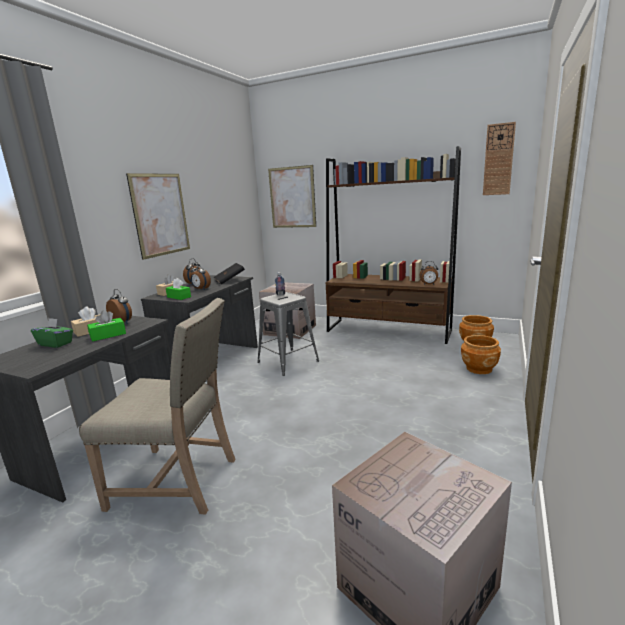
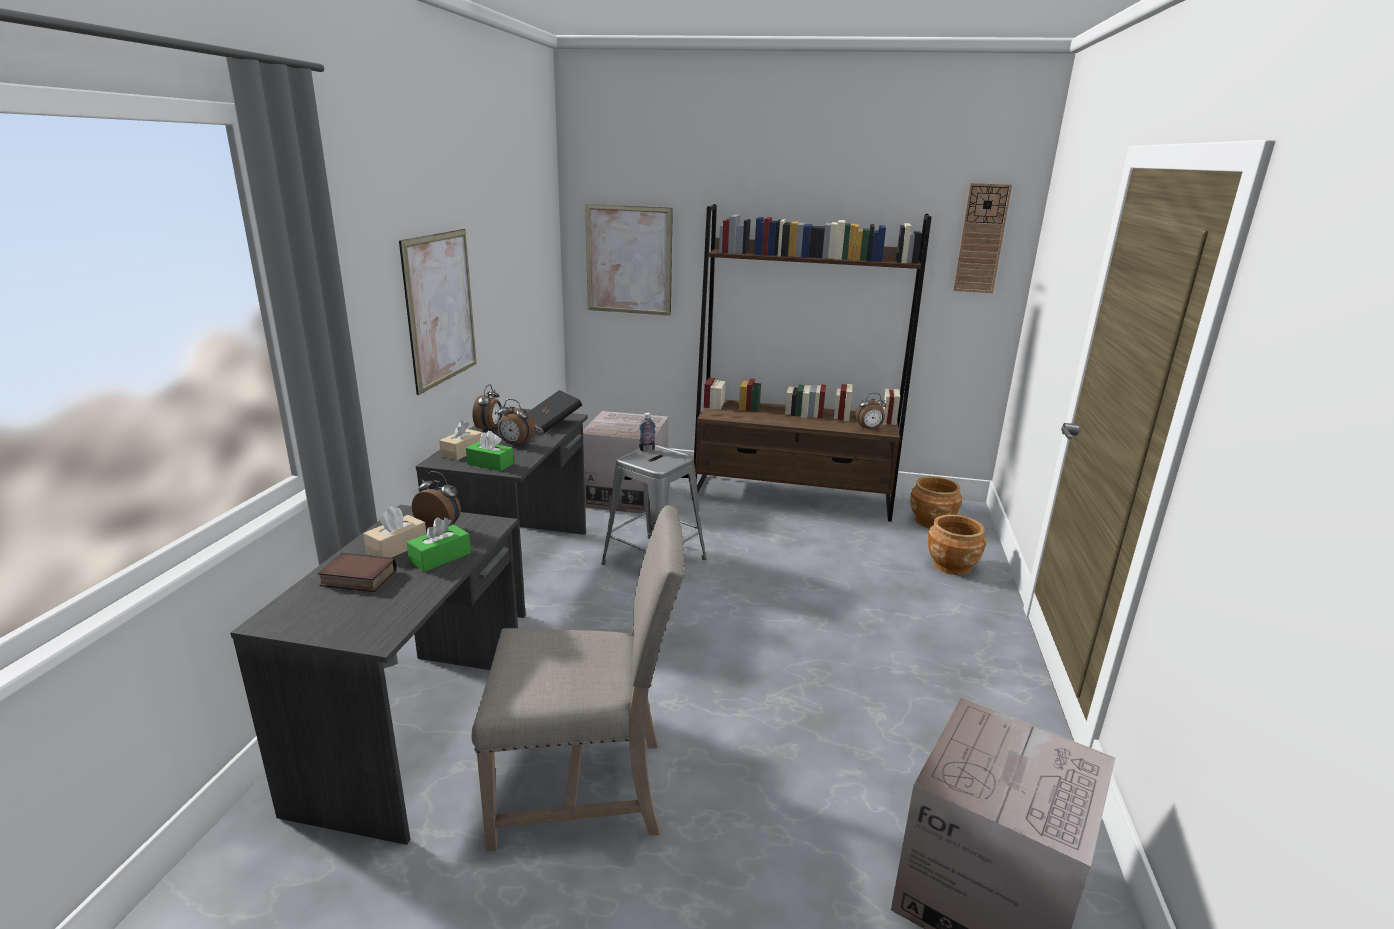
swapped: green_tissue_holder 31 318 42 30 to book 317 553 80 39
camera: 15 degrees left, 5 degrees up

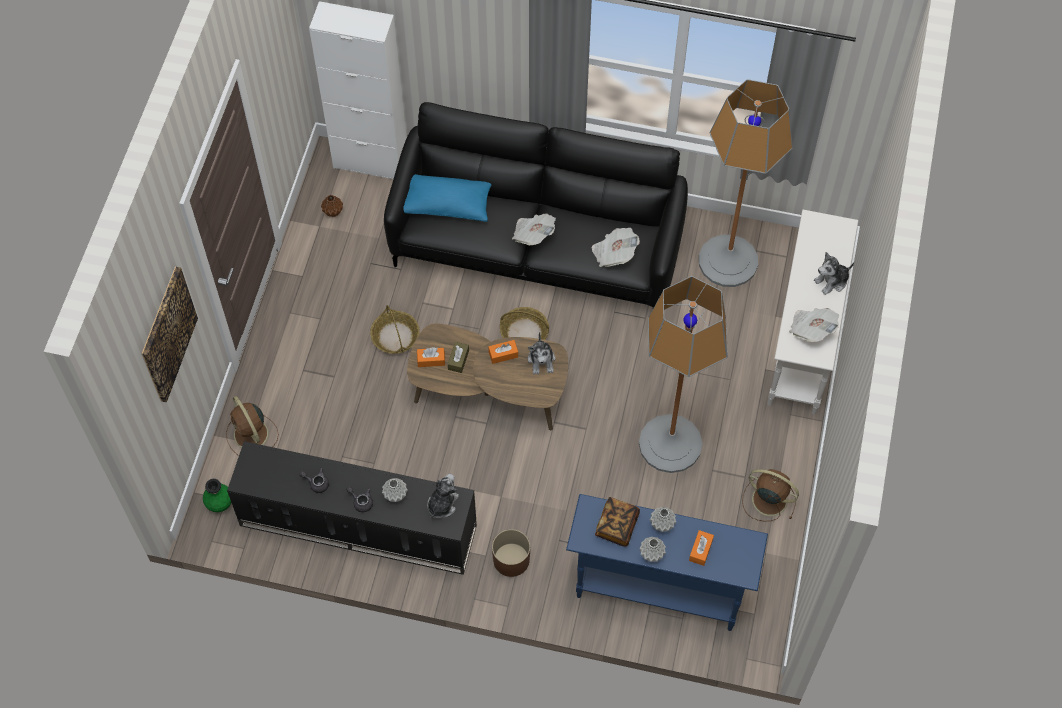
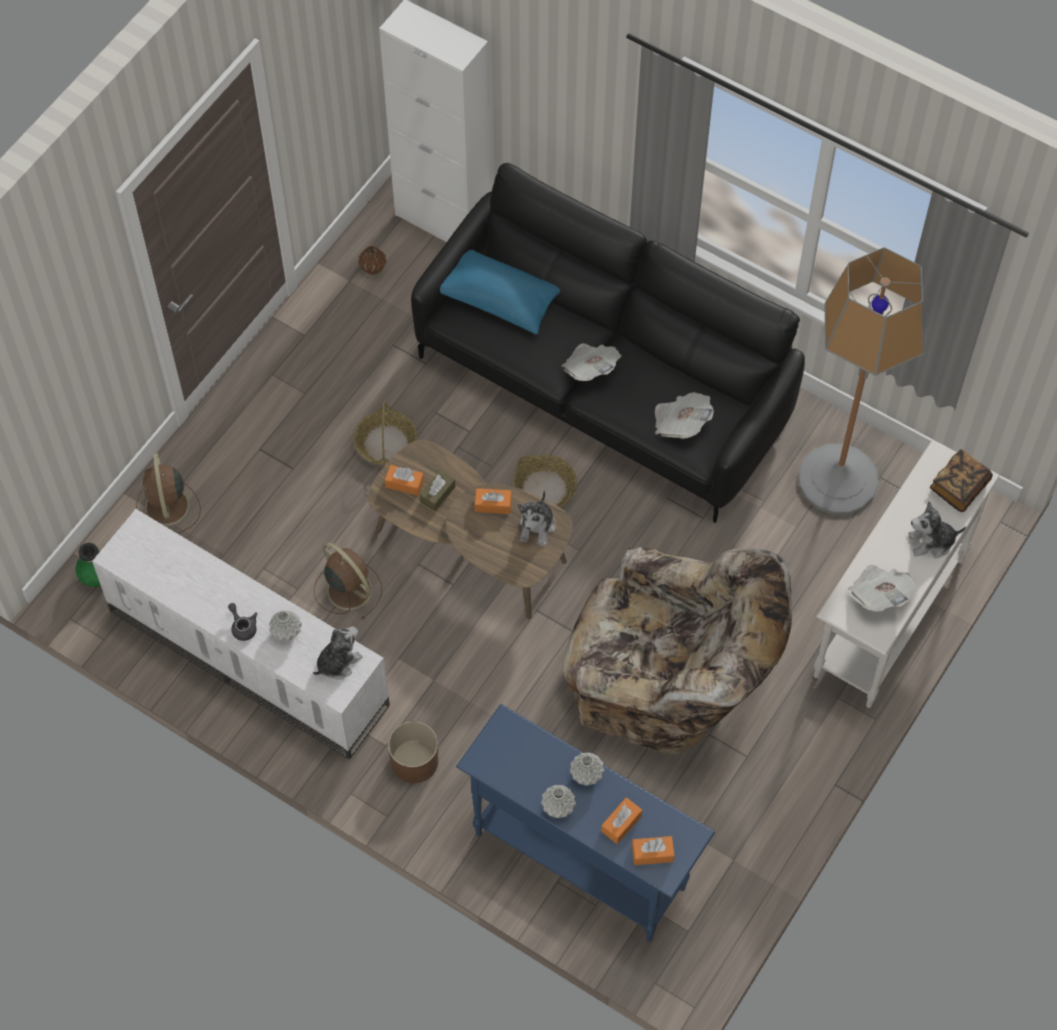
gone: picture 142 267 56 135; gray_pot_for_tea 300 468 29 25
new: orange_tissue_holder 632 836 43 29
shifted: brownish_fan 742 469 57 52 to 314 542 68 78; book 595 497 45 50 to 930 449 63 63
swapped: standard_lamp 639 276 89 197 to beige-coloured_lounge_chair 562 547 230 207
repainted: blackish_tv_unit 227 441 250 134 to white-coloured_tv_unit 92 509 298 251
camera: 20 degrees right, 0 degrees up

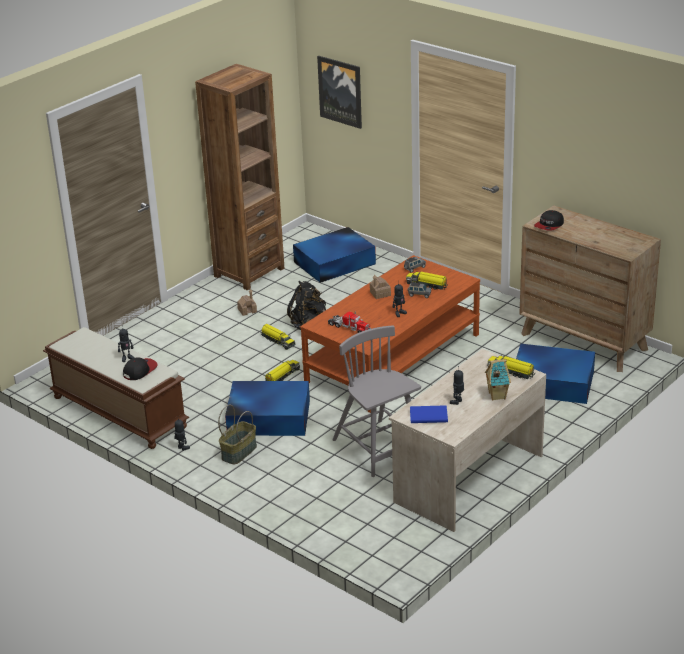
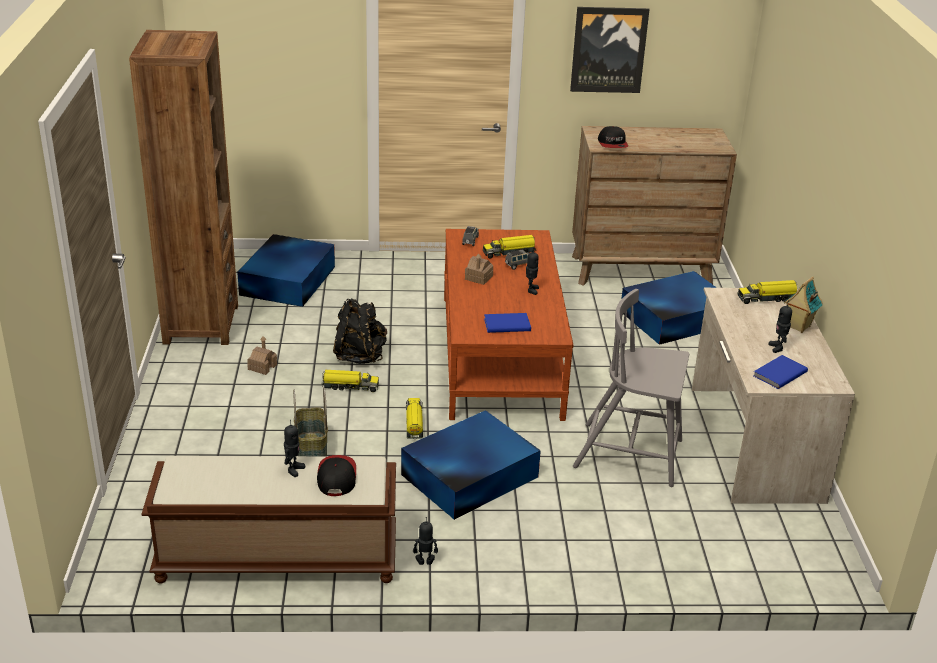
shifted: household_basket 218 404 39 60 to 293 388 35 68; picture 317 56 45 73 to 570 7 79 86
swapped: toy_lorry 328 311 43 22 to blue_book 484 313 47 20
camera: 45 degrees left, 0 degrees up

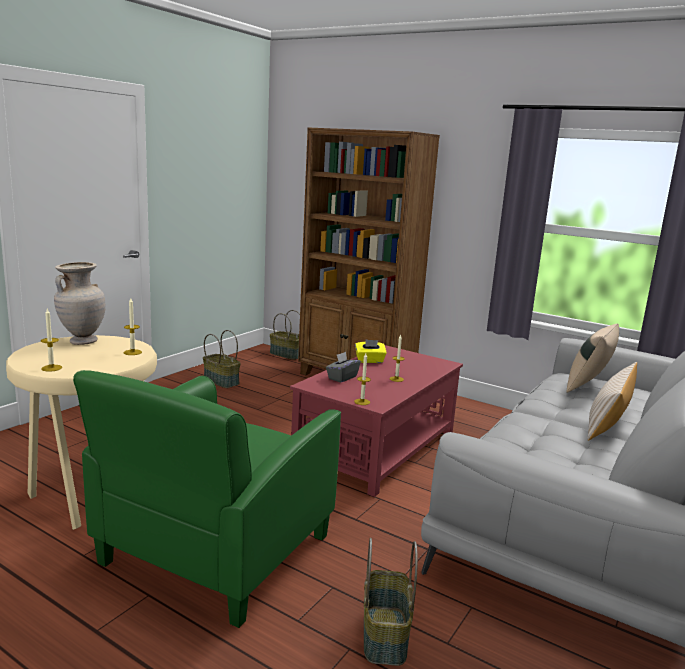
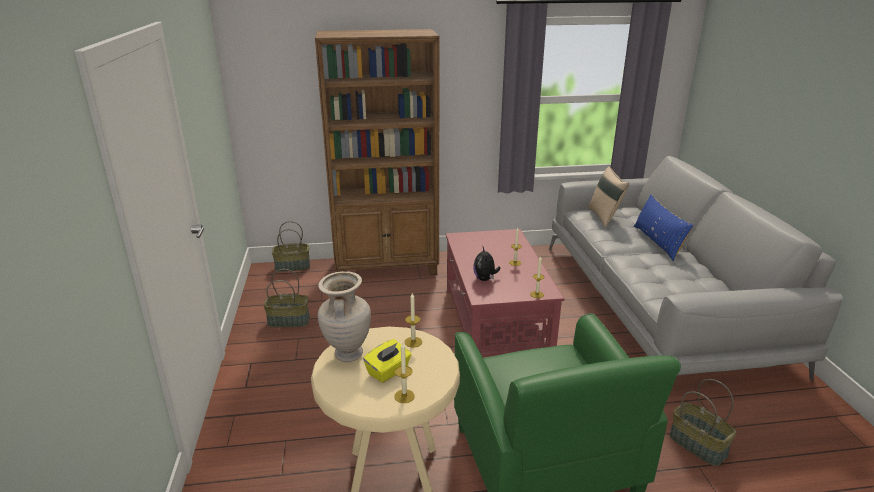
shifted: yellowish_tissue_holder 355 340 32 23 to 363 339 48 44
swapped: gray_tissue_holder 326 352 34 31 to plush_toy 473 247 27 34
repainted: beige-coloured_pillow 587 362 50 79 to blue_pillow 634 194 60 67
camera: 40 degrees left, 10 degrees up

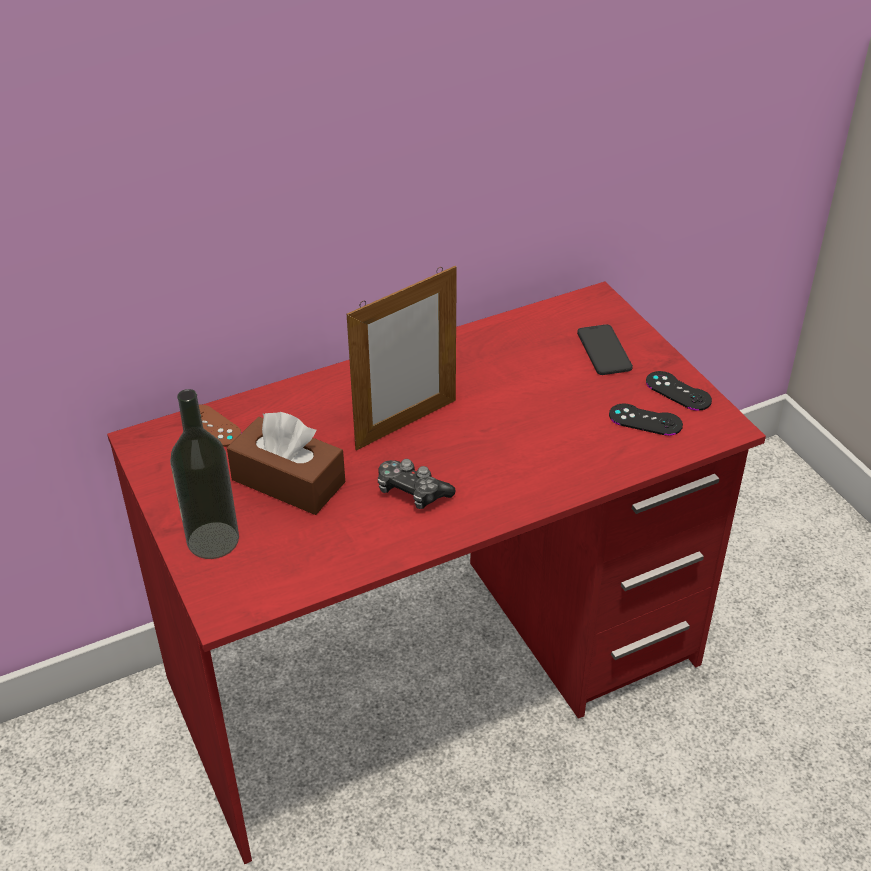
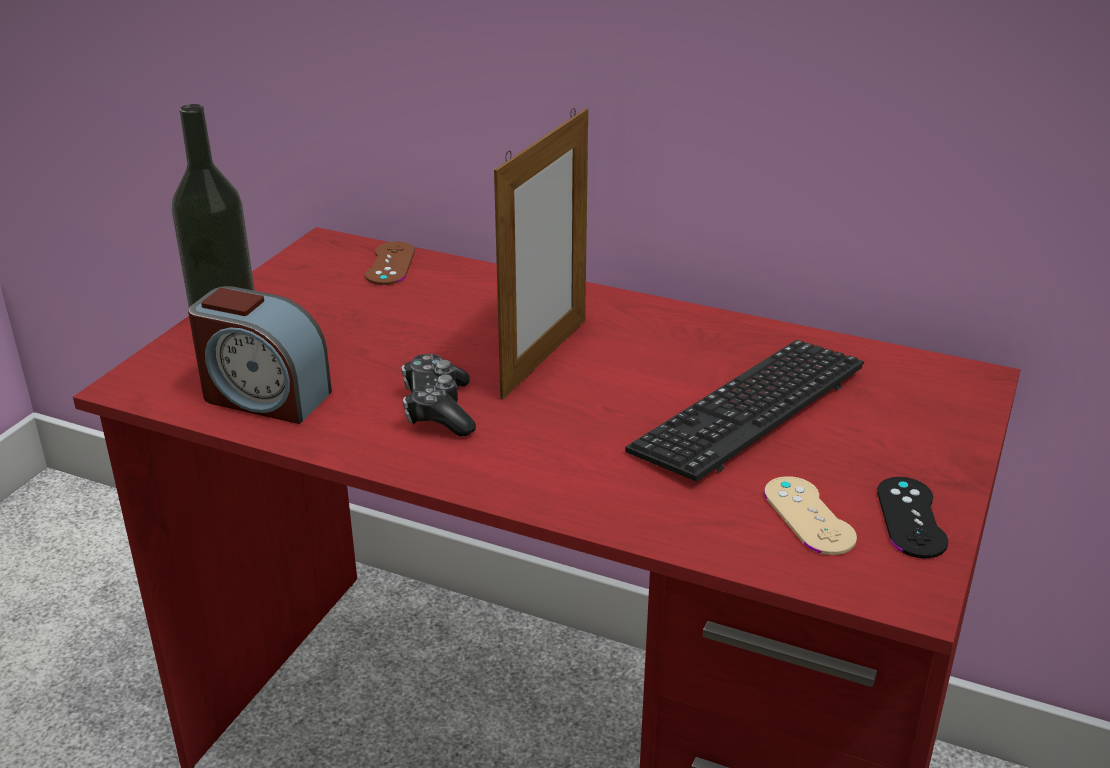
gone: brownish_tissue_holder 227 412 118 103; telephone 577 324 56 51
new: table_clock 188 286 144 138; PC_keyboard 625 340 239 142
repainted: blackish_gamepad 609 403 74 33 to beige-coloured_gamepad 764 476 93 79
rotated: standing_frame 347 266 110 184 = 494 108 94 292 75 degrees counterclockwise
camera: 50 degrees right, 10 degrees down

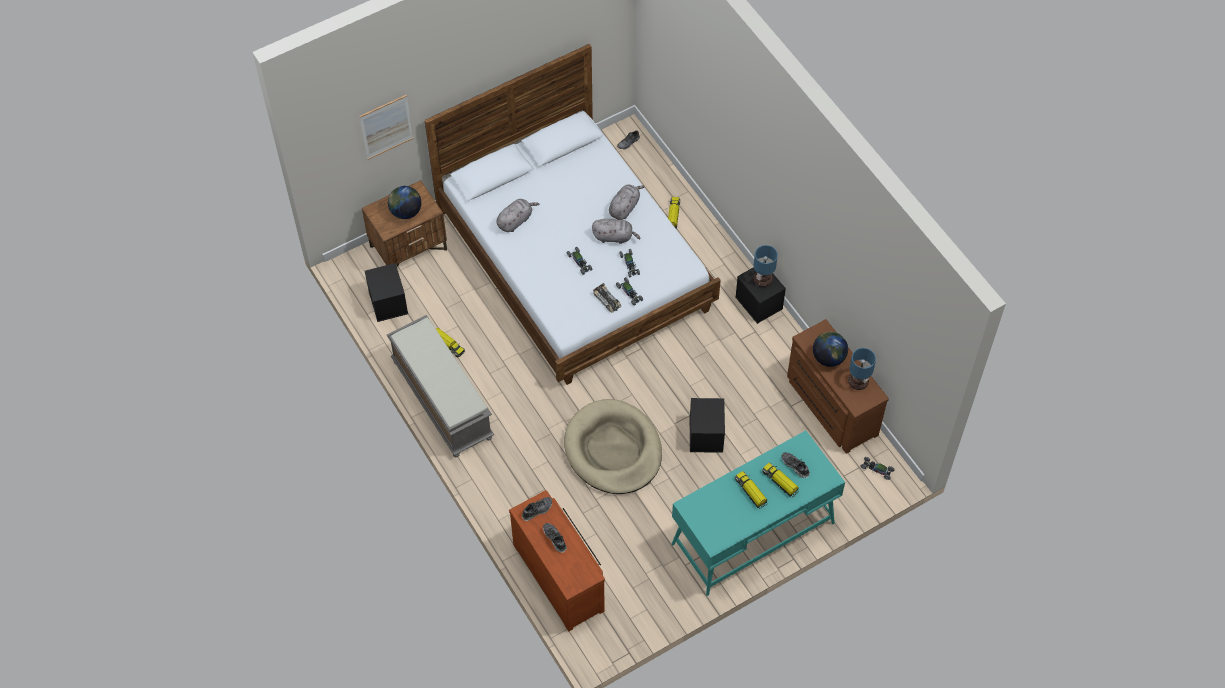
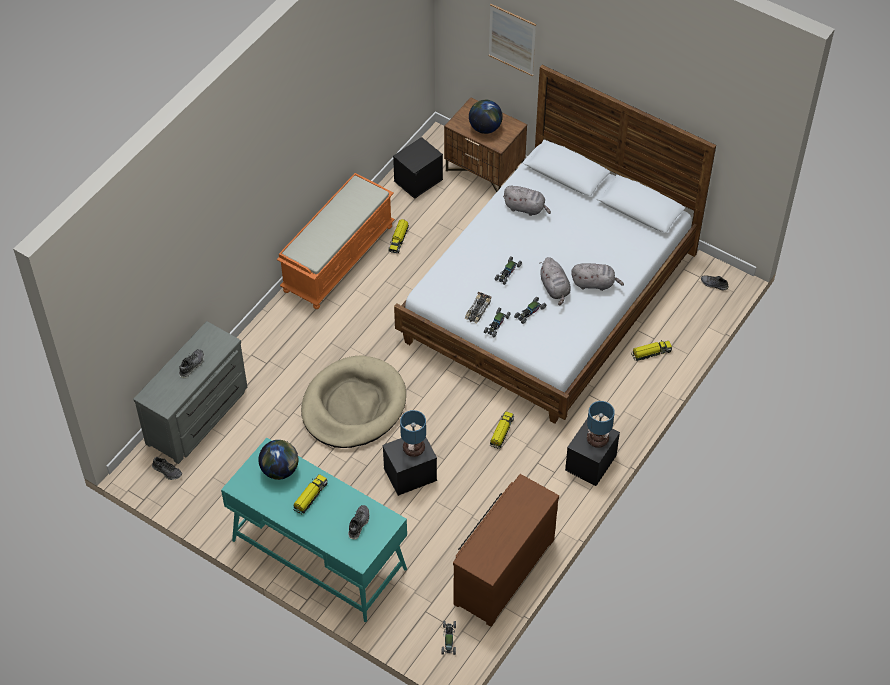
shifted: shoe 522 497 30 24 to 152 457 30 23; desk_globe 813 331 35 36 to 258 440 41 40; tabletop_lamp 848 348 28 42 to 400 410 26 47; toy_lorry 762 463 37 34 to 490 411 24 38
repainted: brownish_drawer_chest 509 490 96 142 to gray_drawer_chest 133 321 114 143; gray_indoor_bench 387 315 107 142 to orange_indoor_bench 277 173 118 136
camera: 65 degrees right, 5 degrees down

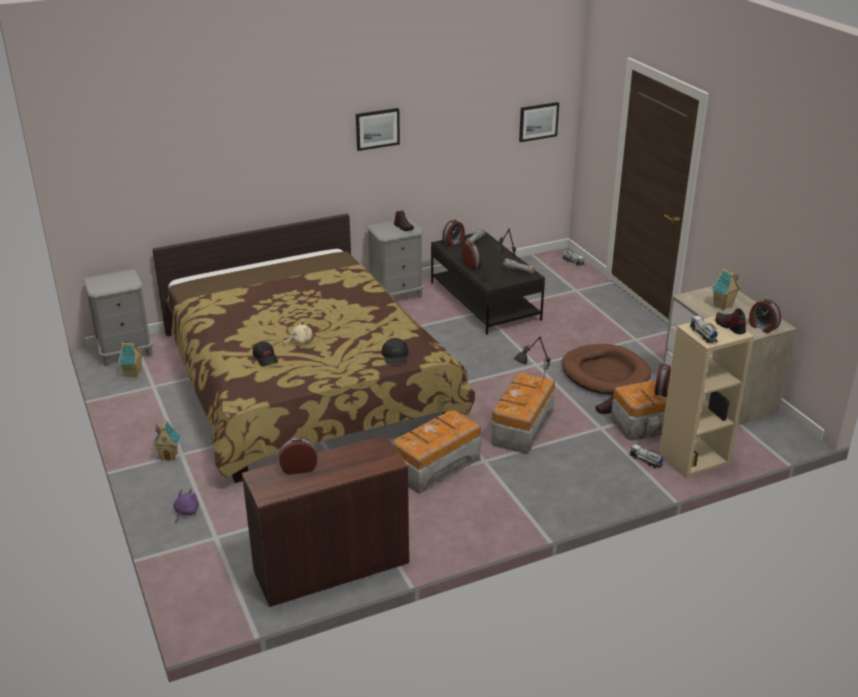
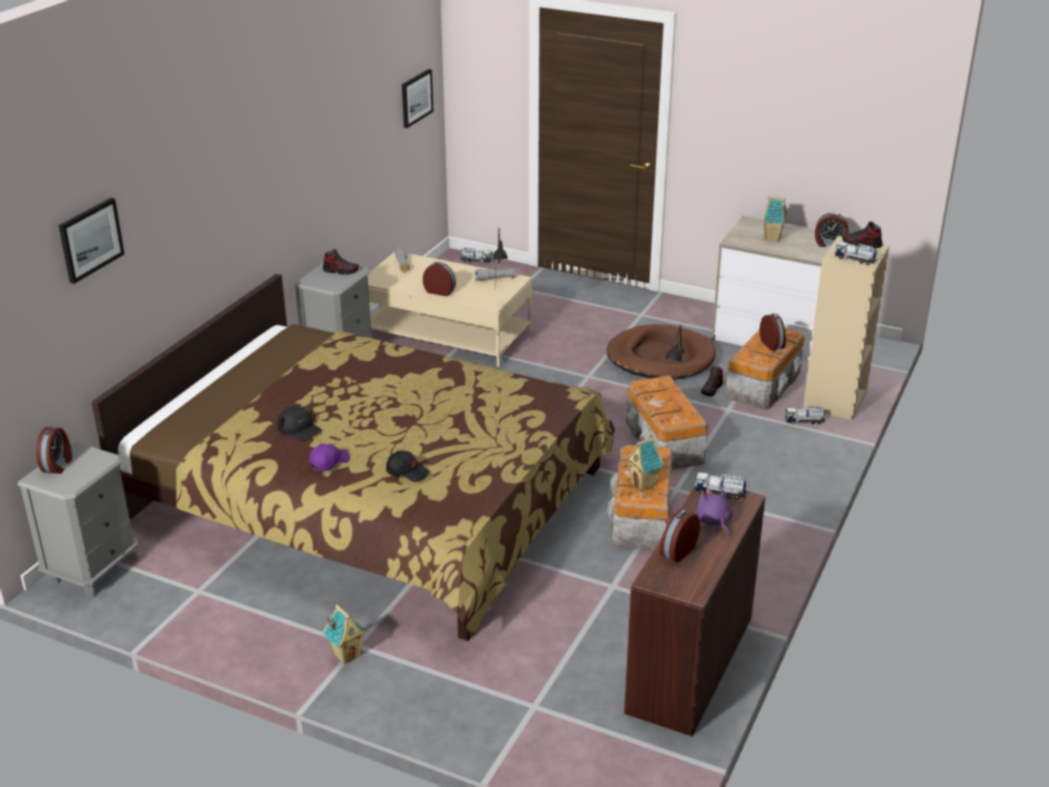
gone: beige-coloured_plush_toy 283 320 30 24
new: purple_baseball_cap 309 444 41 28; toy_lorry 695 472 52 28
shifted: table_clock 442 220 23 27 to 36 426 36 48; picture 356 108 44 43 to 59 198 66 86; blackish_baseball_cap 382 338 26 26 to 277 406 45 35; toy_house 118 343 25 35 to 625 437 39 54; purple_plush_toy 173 489 26 34 to 697 488 36 48
repainted: blackish_coffee_table 431 232 114 103 to beige-coloured_coffee_table 367 252 165 115
camera: 40 degrees left, 0 degrees up

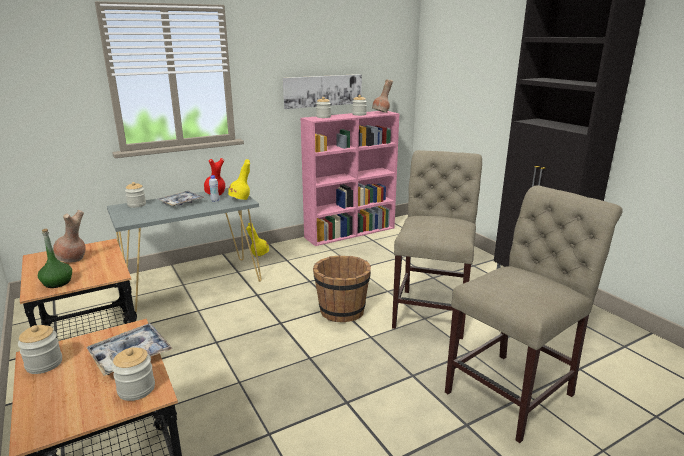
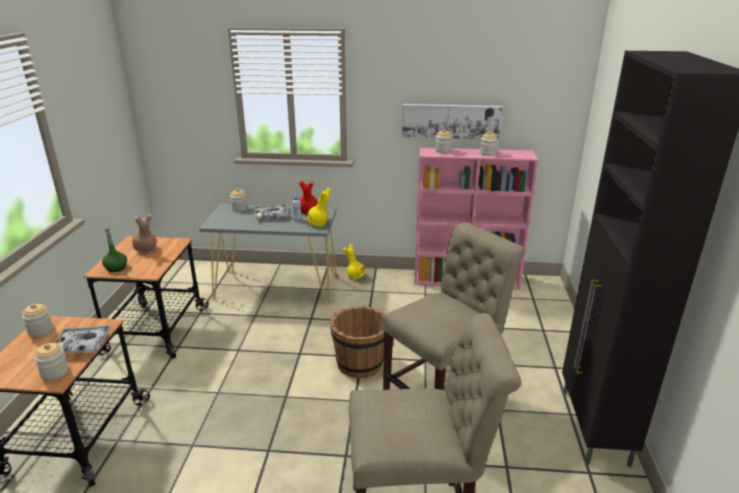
gone: brownish_vase 372 79 21 34
camera: 35 degrees right, 5 degrees up

